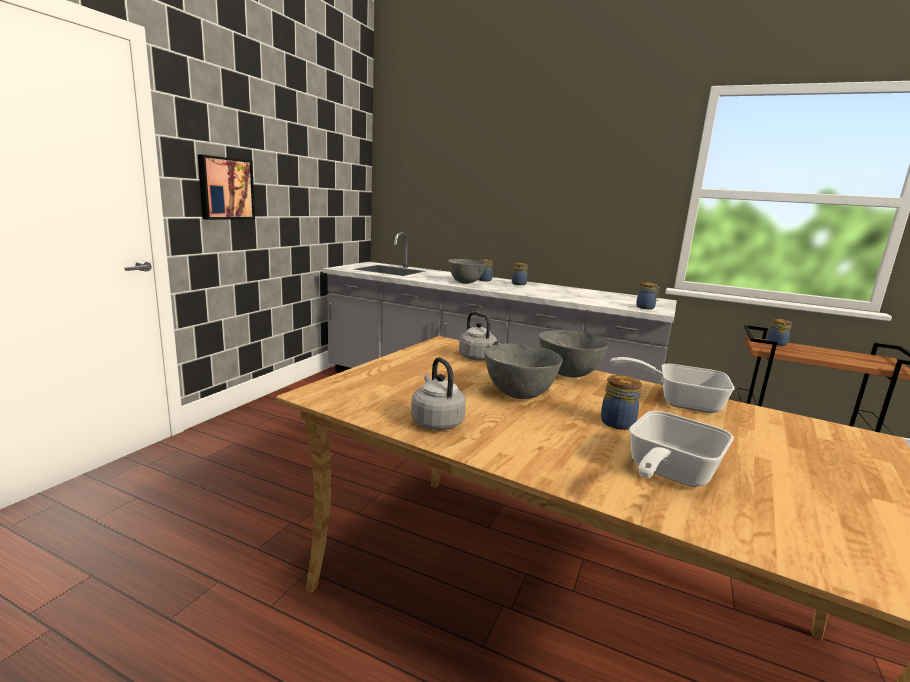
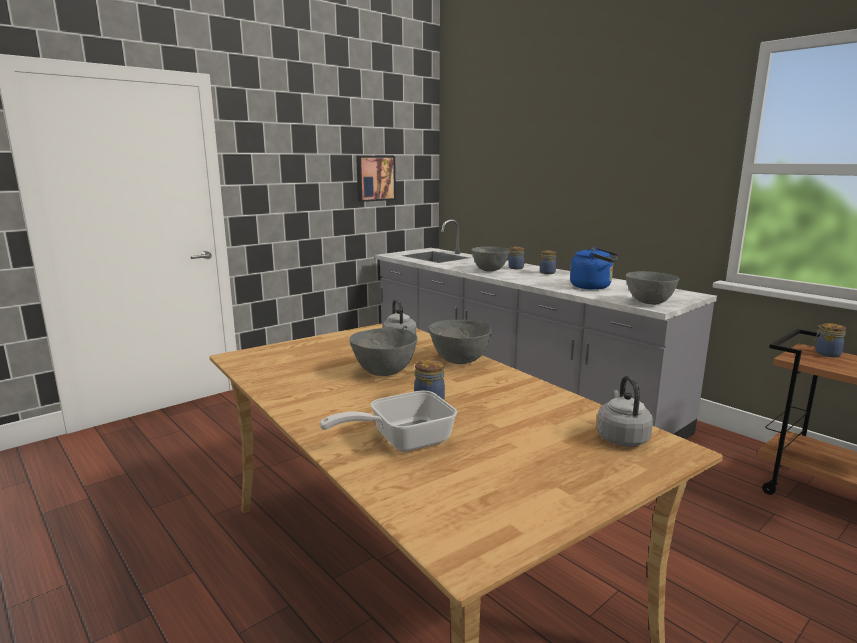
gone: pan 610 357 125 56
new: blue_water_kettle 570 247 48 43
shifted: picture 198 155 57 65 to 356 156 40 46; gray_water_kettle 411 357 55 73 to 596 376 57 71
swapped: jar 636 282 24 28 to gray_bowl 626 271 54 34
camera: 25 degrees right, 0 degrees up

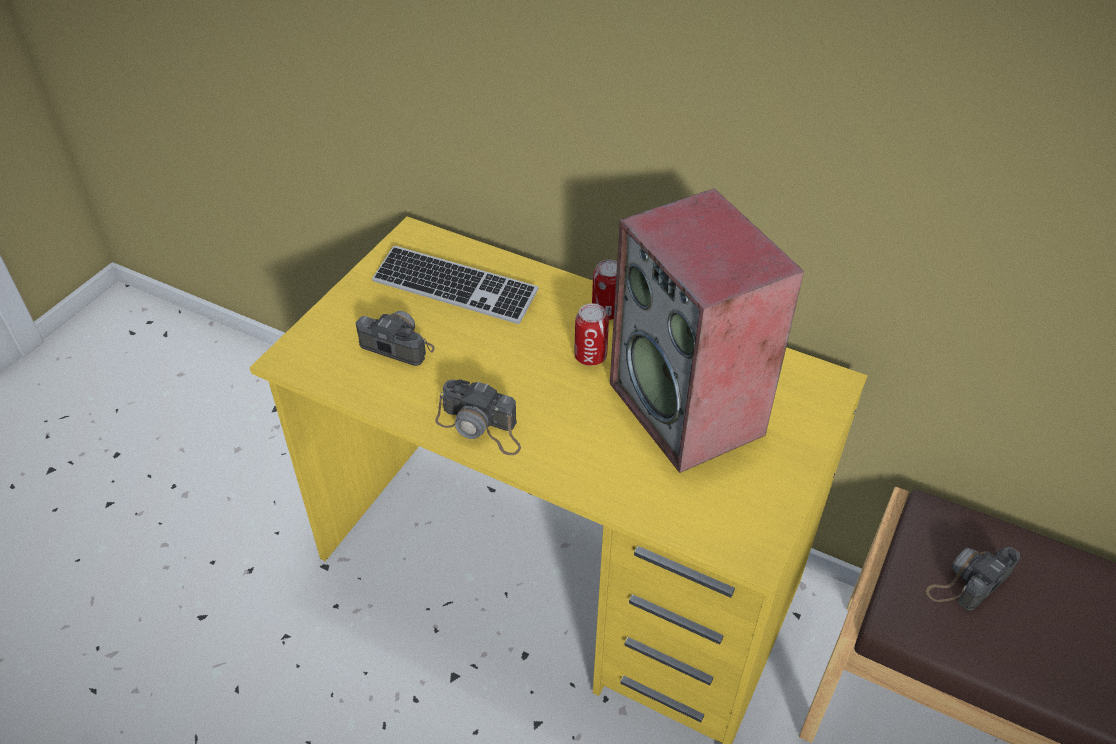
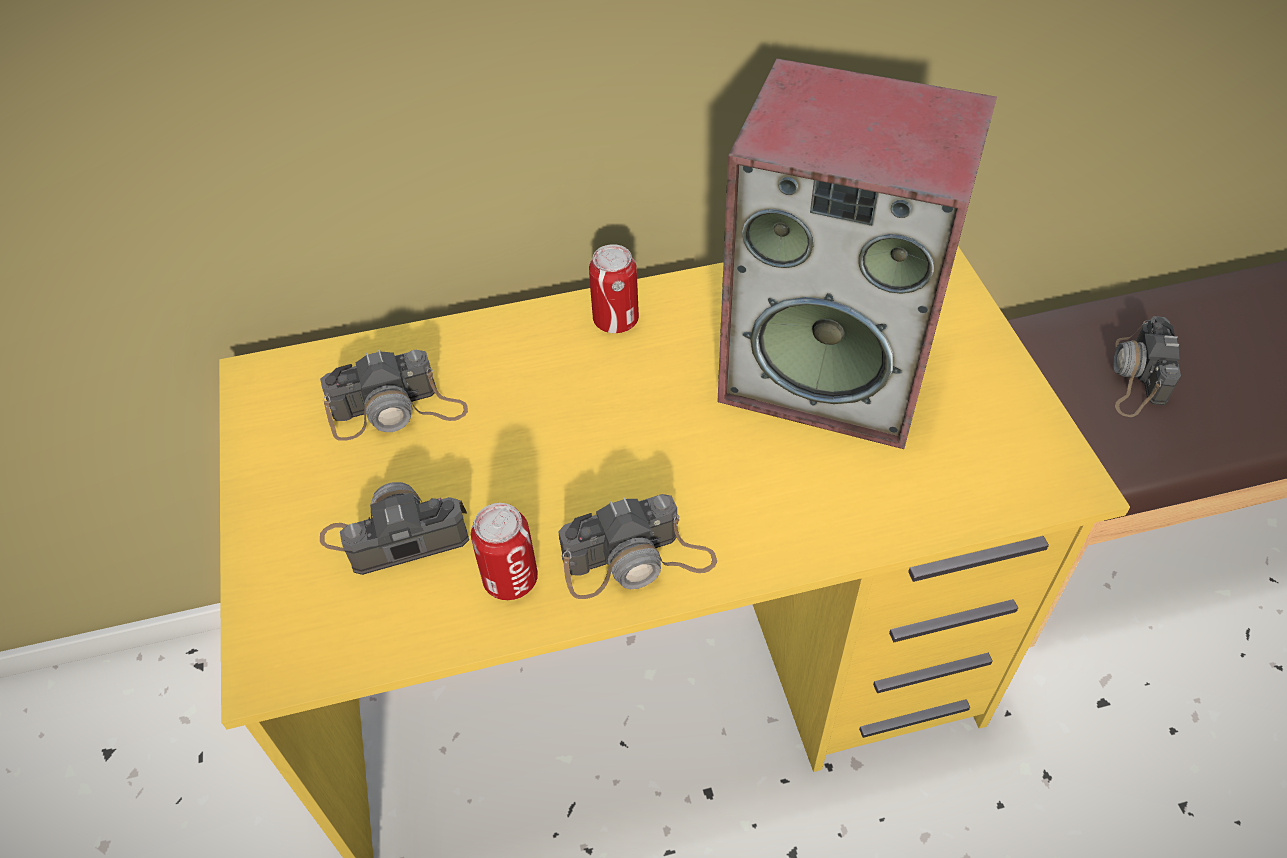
shifted: sealed_can 574 303 35 63 to 471 503 67 97
swapped: PC_keyboard 372 246 166 78 to photo_camera 320 350 148 91
camera: 40 degrees left, 5 degrees up

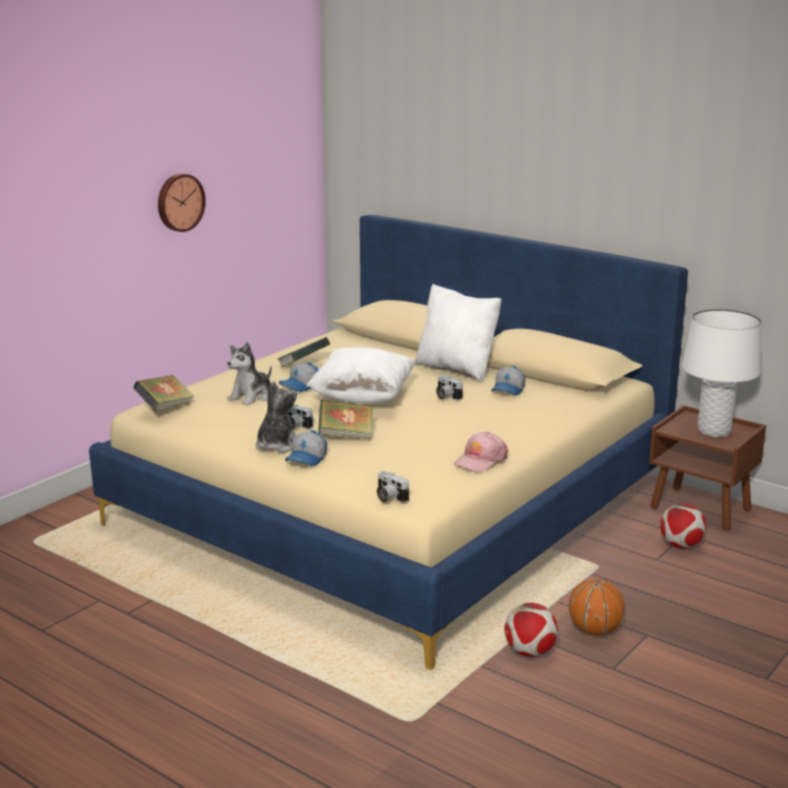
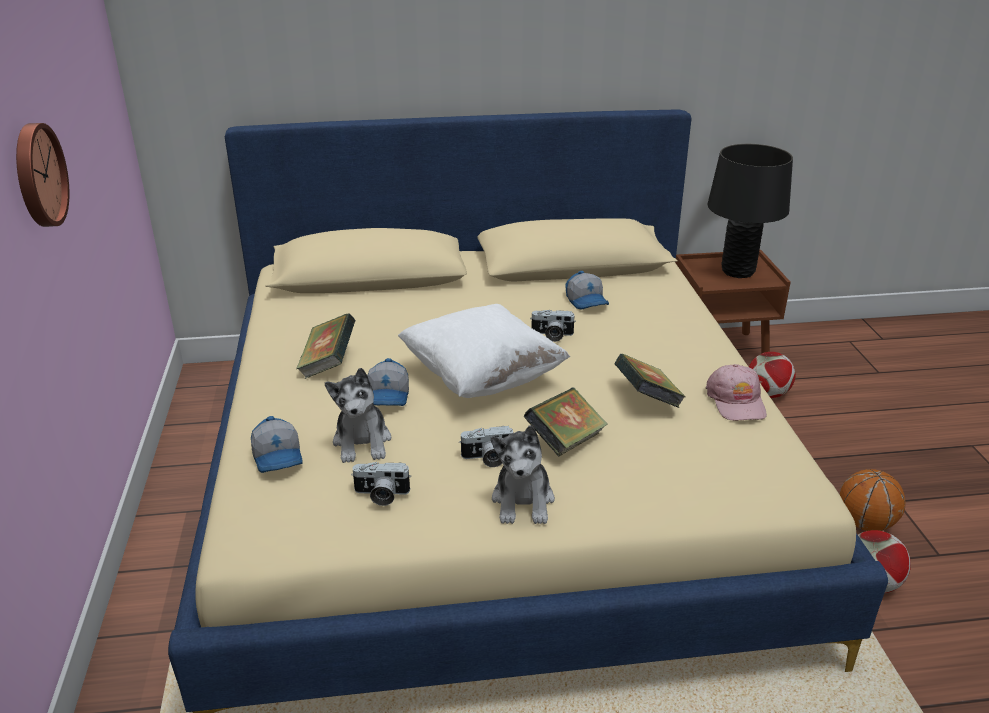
gone: white-coloured_pillow 415 284 87 99
shifted: baseball_cap 285 430 42 36 to 251 416 52 57; photo_camera 377 471 32 32 to 351 462 60 44; book 133 375 61 36 to 615 354 71 54
repainted: white-coloured_tabletop_lamp 682 309 79 128 to blackish_tabletop_lamp 708 144 85 134
rotated: plush_toy 255 381 42 72 = 491 425 64 99 150 degrees counterclockwise
camera: 45 degrees left, 10 degrees up

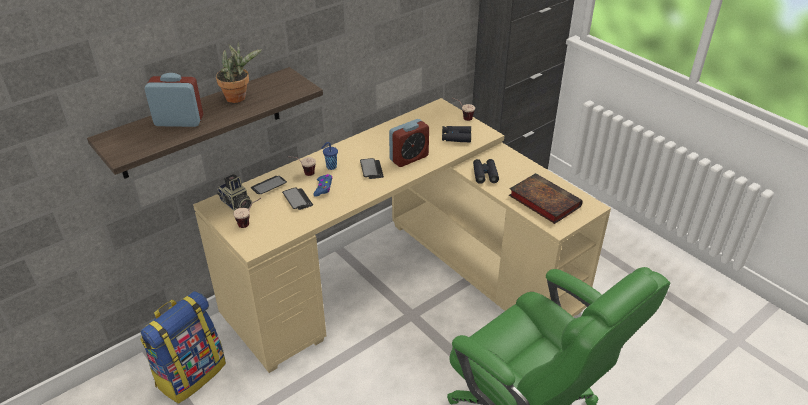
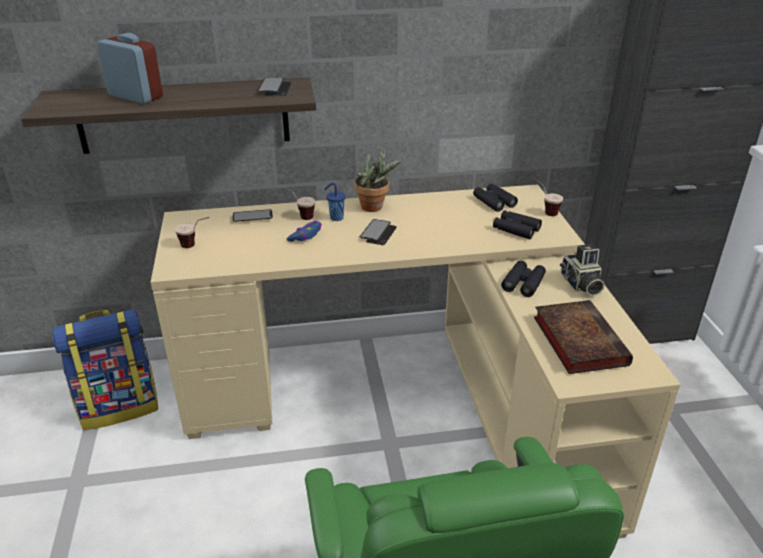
gone: table_clock 389 119 40 48
new: blackish_pair_of_binoculars 473 184 45 28
shifted: telephone 282 187 31 23 to 258 78 33 18; potted_plant 216 42 46 61 to 354 148 47 64; photo_camera 217 174 35 37 to 560 244 45 52
camera: 30 degrees right, 5 degrees down

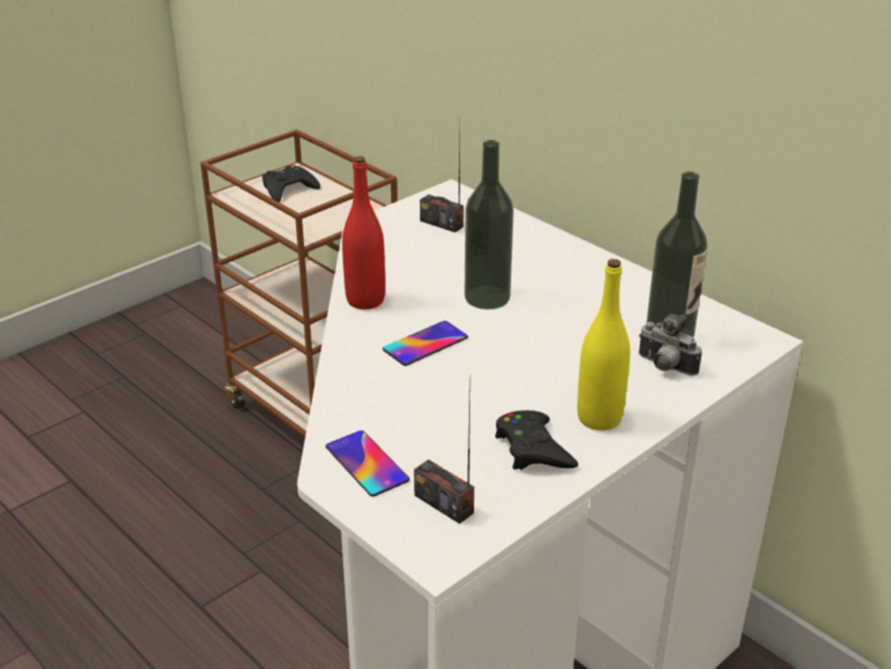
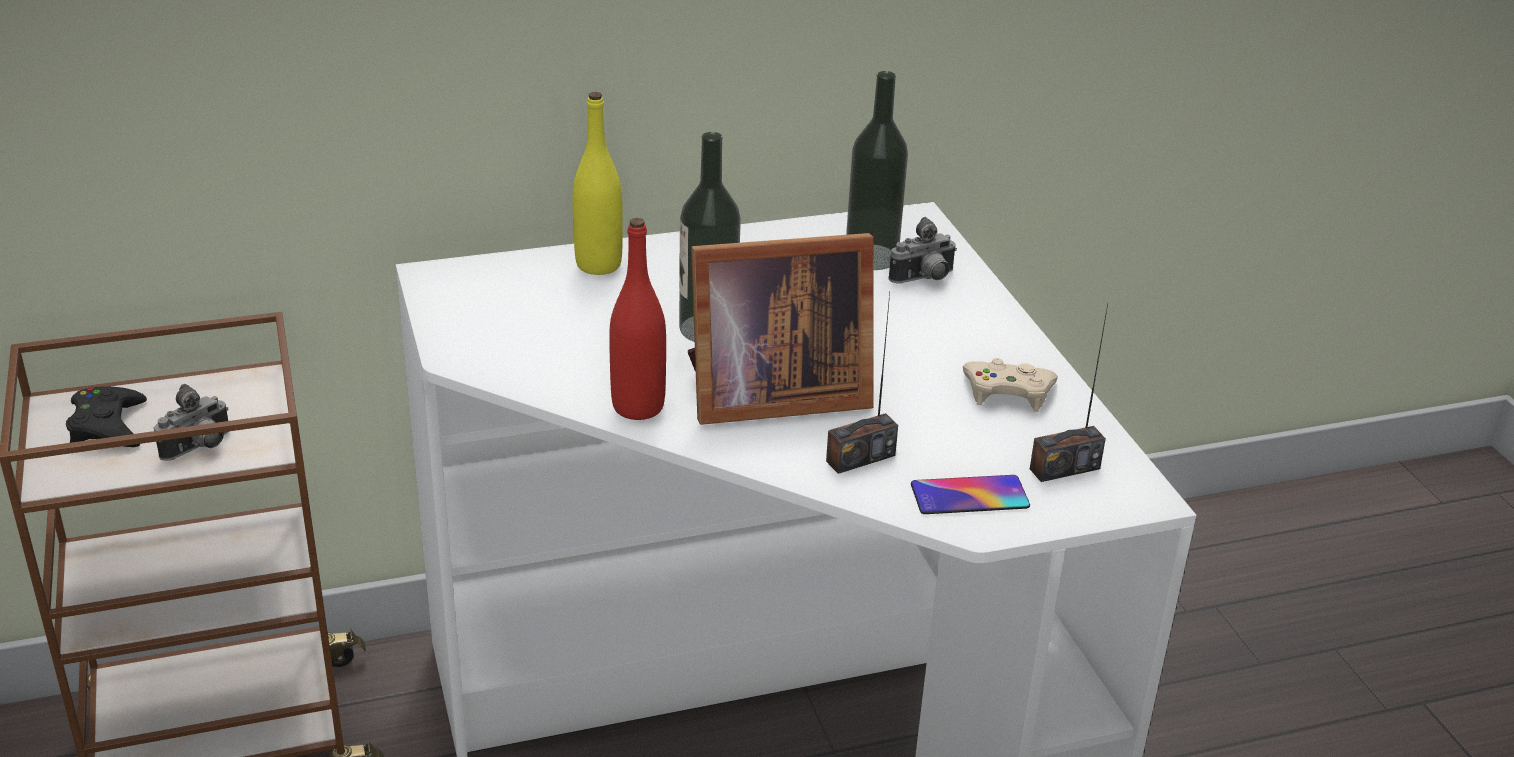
new: photo_camera 154 384 75 77
shifted: yellowish_beverage_bottle 577 259 53 172 to 573 92 50 183; radio 420 141 44 91 to 826 293 72 181
swapped: telephone 382 321 86 45 to standing_frame 688 233 186 192
repainted: blackish_gamepad 495 410 83 60 to beige-coloured_gamepad 963 358 95 54
camera: 65 degrees left, 0 degrees up

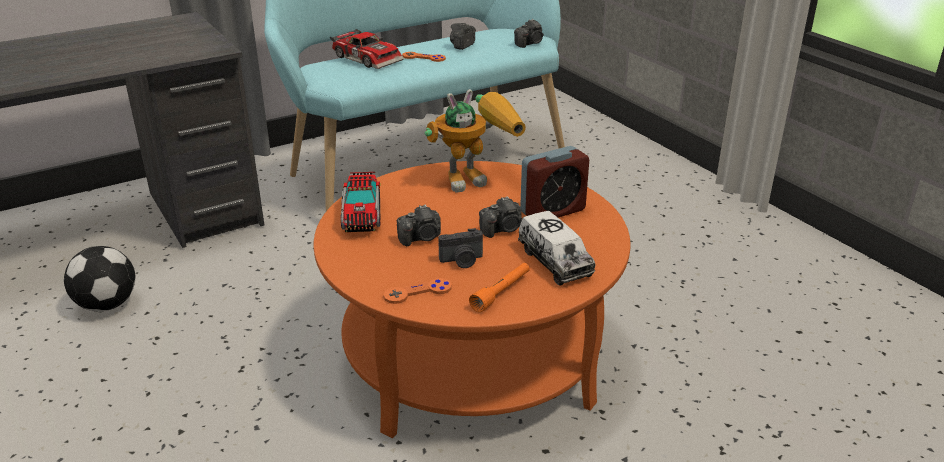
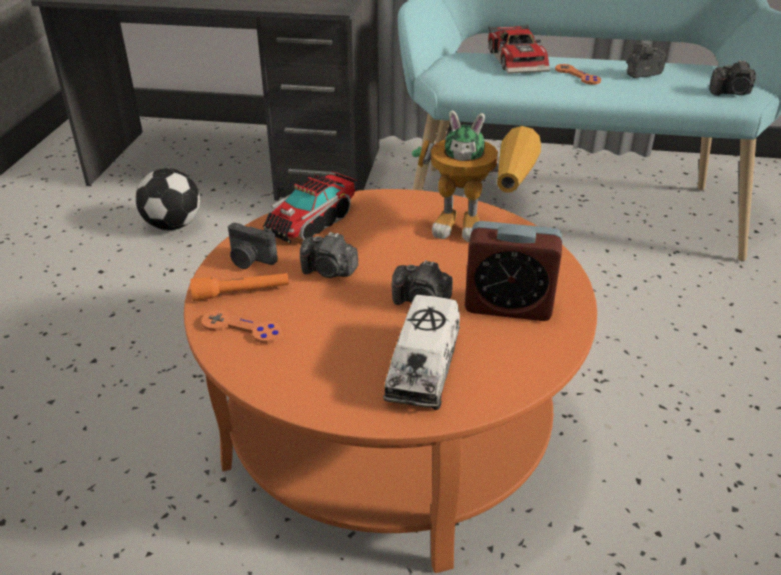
shifted: orange_flashlight 469 263 61 49 to 190 273 99 28; photo_camera 439 228 44 40 to 228 223 50 46
camera: 40 degrees right, 5 degrees up

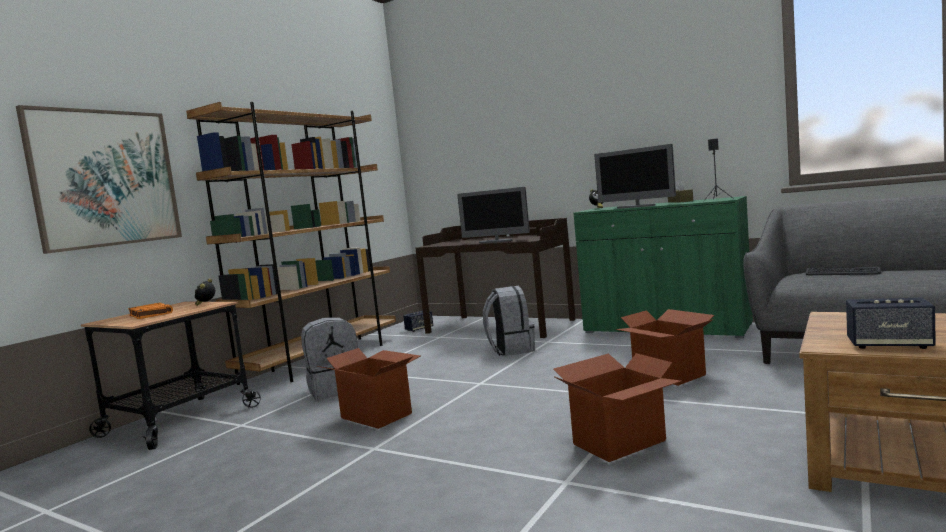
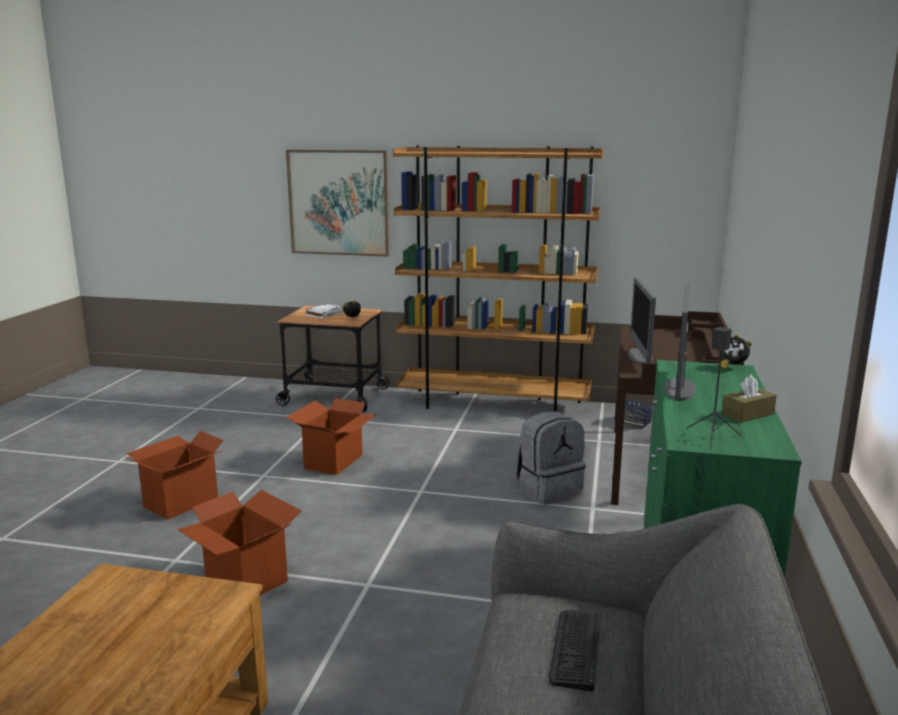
gone: gray_backpack 301 317 57 83; audio_speaker 846 298 90 51
shifted: carton 616 309 98 77 to 126 431 98 89
repainted: orange_book 128 303 45 16 to white-coloured_book 305 304 38 14
camera: 70 degrees right, 10 degrees up

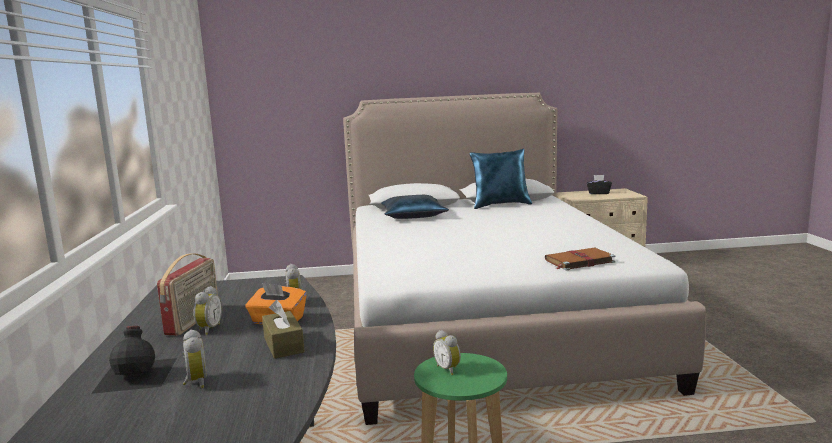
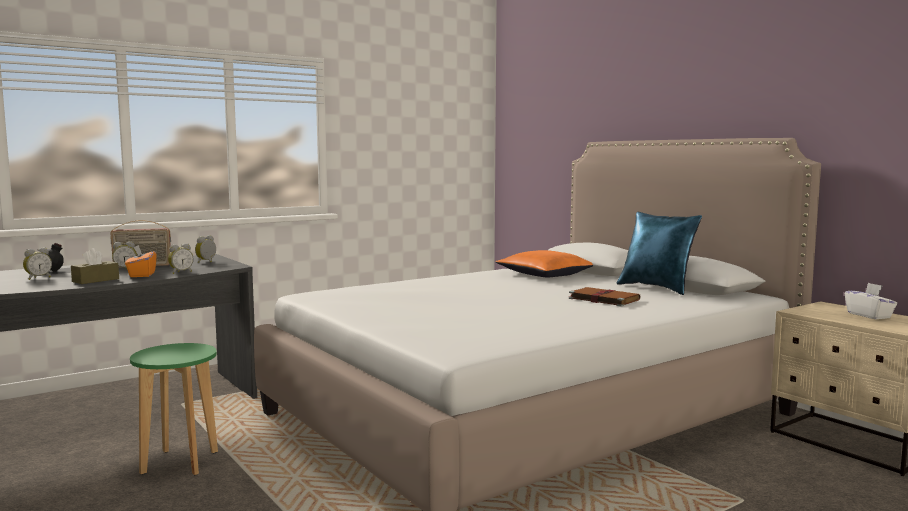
shifted: table_clock 433 330 28 45 to 195 235 21 28; brownish_book 545 248 70 23 to 569 287 72 20
repainted: blue_pillow 381 195 68 24 to orange_pillow 496 250 97 27; blackish_tissue_holder 586 175 26 19 to white-coloured_tissue_holder 844 283 53 36
camera: 60 degrees right, 5 degrees down

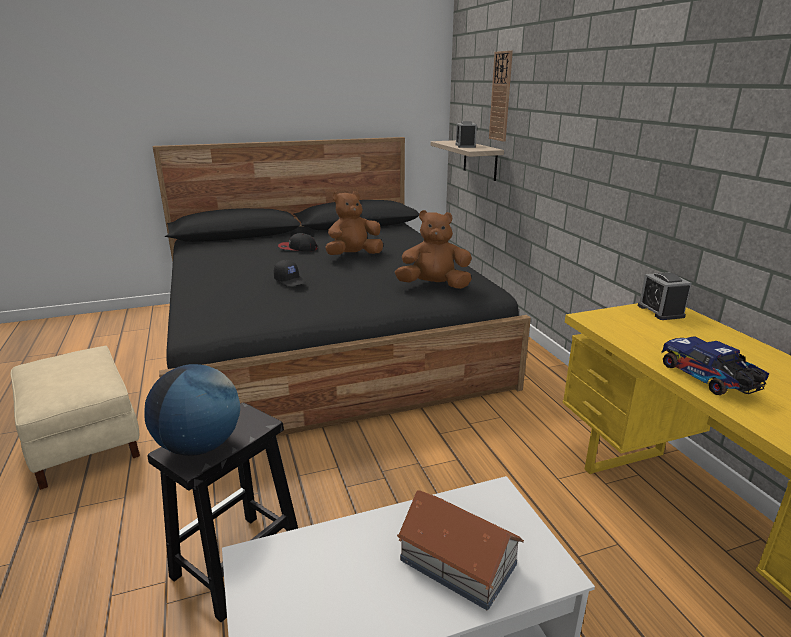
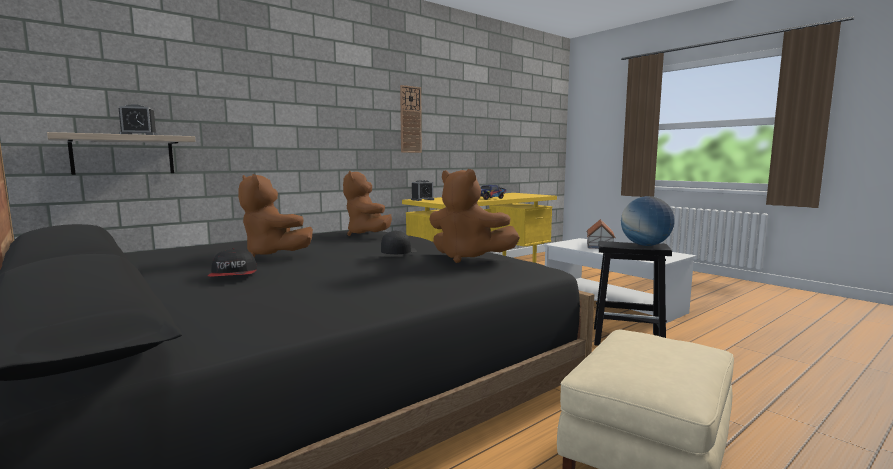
new: brownish_plush_toy 429 169 91 94
shifted: hanging_clock 489 51 24 91 to 400 85 22 68
camera: 110 degrees left, 15 degrees down

